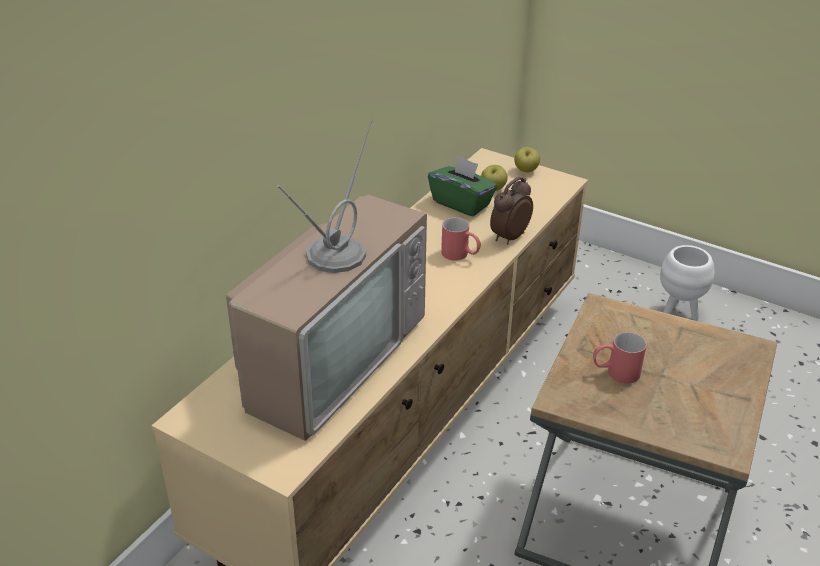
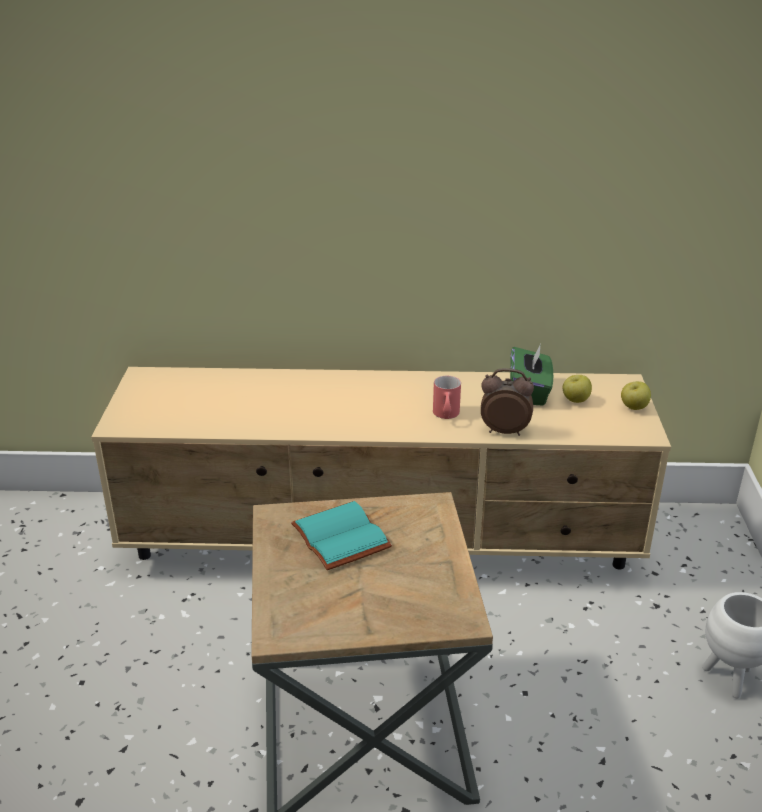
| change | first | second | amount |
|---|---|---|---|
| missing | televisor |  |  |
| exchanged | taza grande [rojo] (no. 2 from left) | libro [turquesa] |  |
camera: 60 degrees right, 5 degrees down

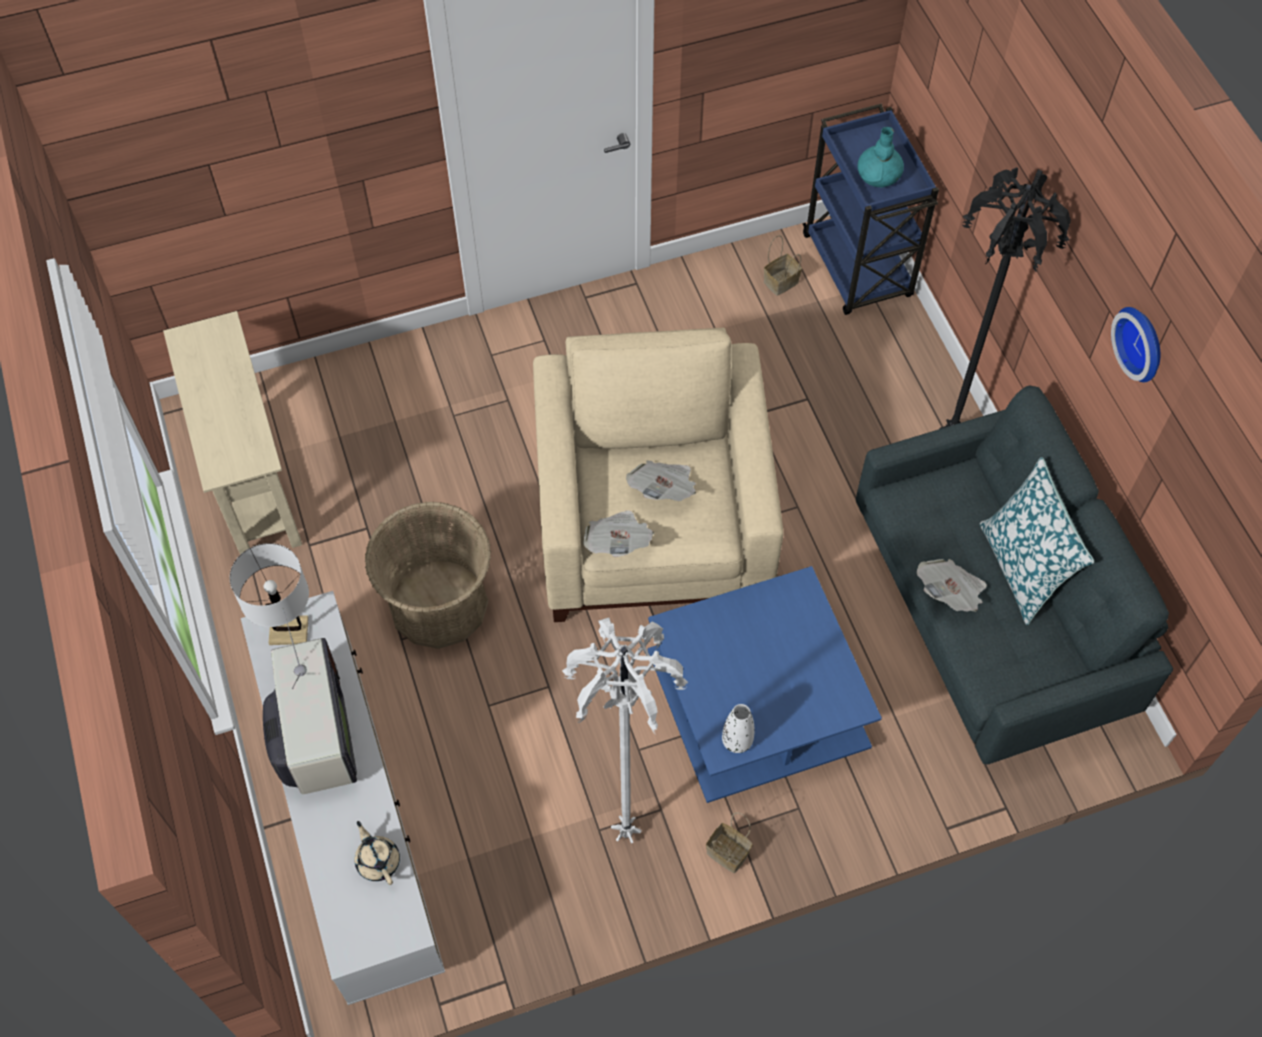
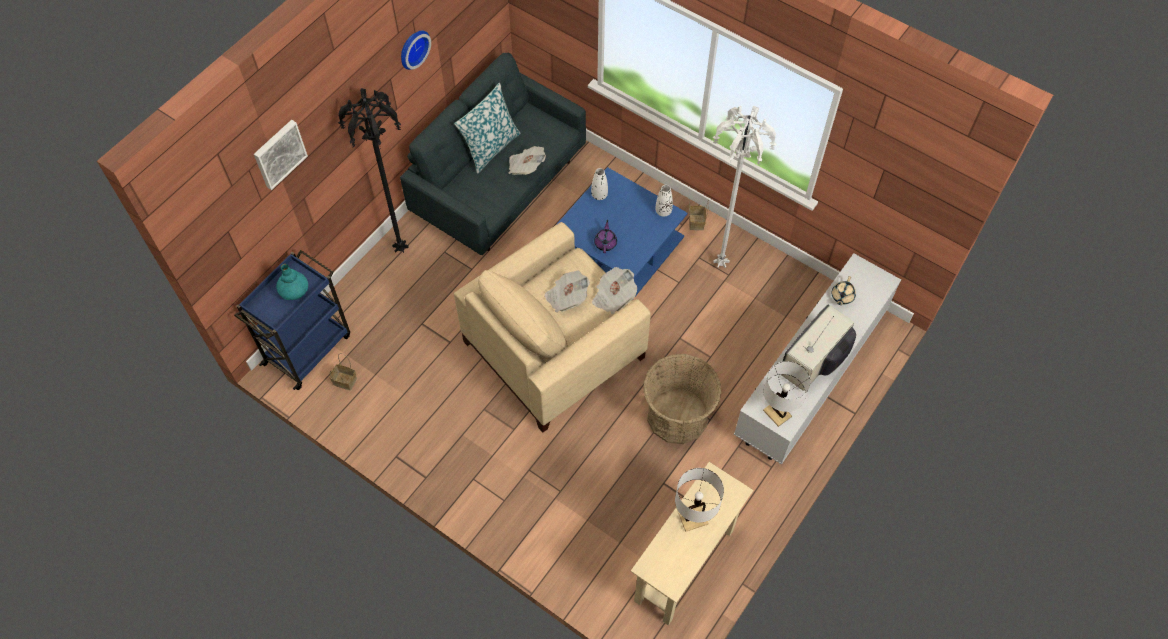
| change | first | second | amount |
|---|---|---|---|
| appeared |  | cuadro |  |
| appeared |  | florero [blanco] (no. 1 from left) |  |
| appeared |  | tetera [morado] |  |
| appeared |  | lámpara de mesa [blanco] (no. 1 from left) |  |
camera: 125 degrees left, 0 degrees up

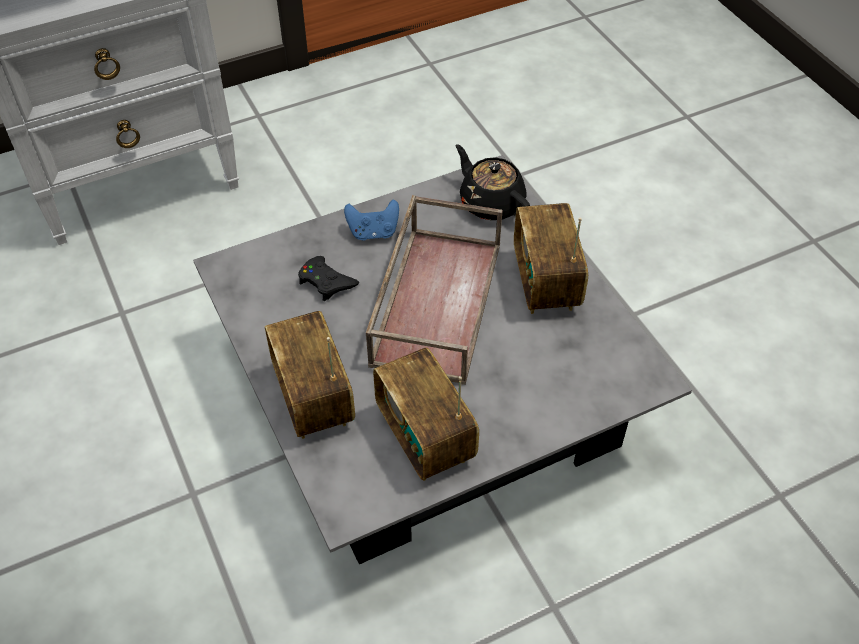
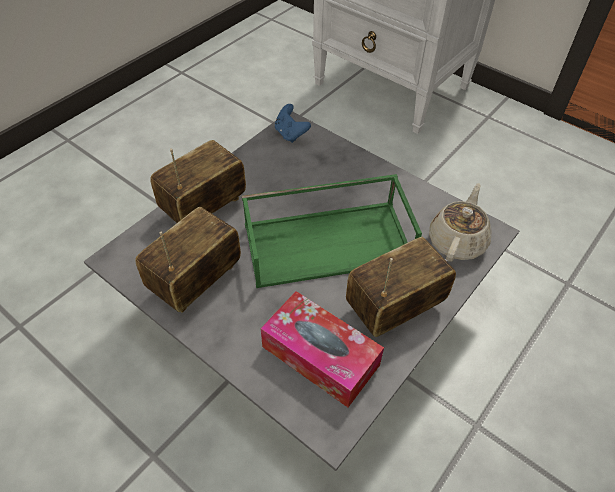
| change | first | second | amount |
|---|---|---|---|
| colour | tetera [negro] | tetera [beis] |  |
| colour | bandeja [marrón] | bandeja [verde] |  |
| relocated | mando de consola [azul] |  |  |
| missing | mando de consola [negro] |  |  |
| appeared |  | caja de pañuelos |  |
camera: 65 degrees right, 0 degrees up

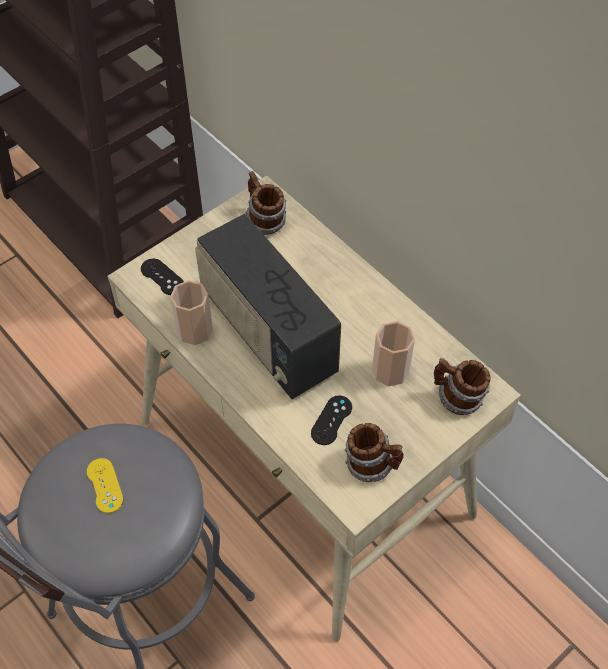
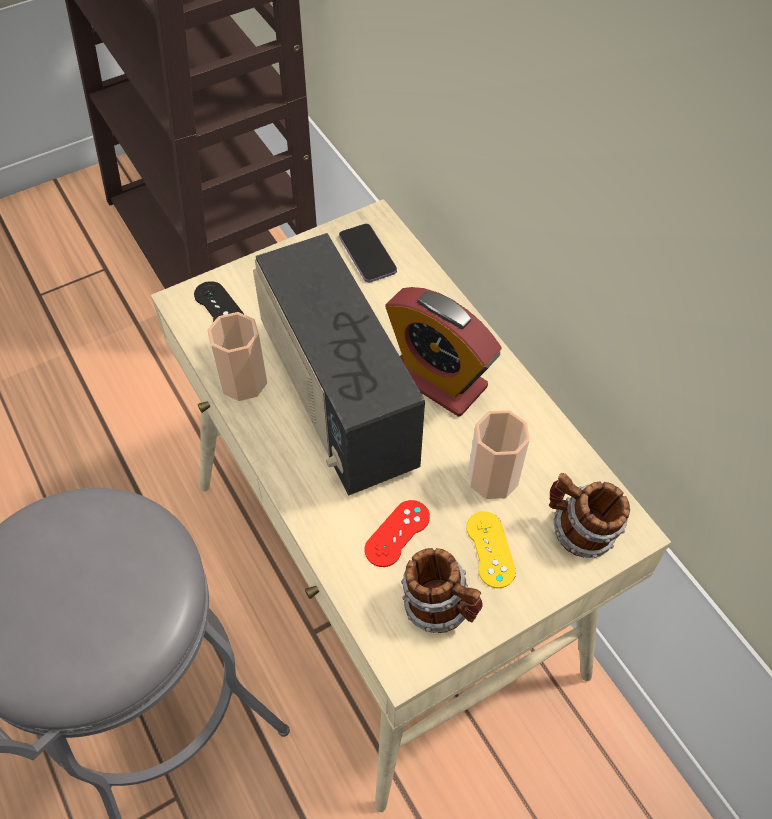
| change | first | second | amount |
|---|---|---|---|
| exchanged | taza grande (no. 1 from left) | móvil |  |
| colour | mando de consola [negro] (no. 2 from left) | mando de consola [rojo] |  |
| relocated | mando de consola [amarillo] |  |  |
| appeared |  | despertador |  |
camera: 10 degrees right, 0 degrees up

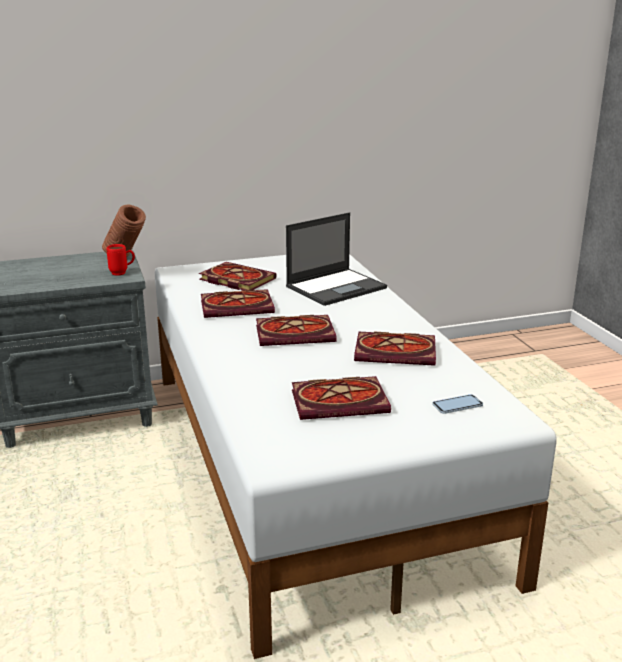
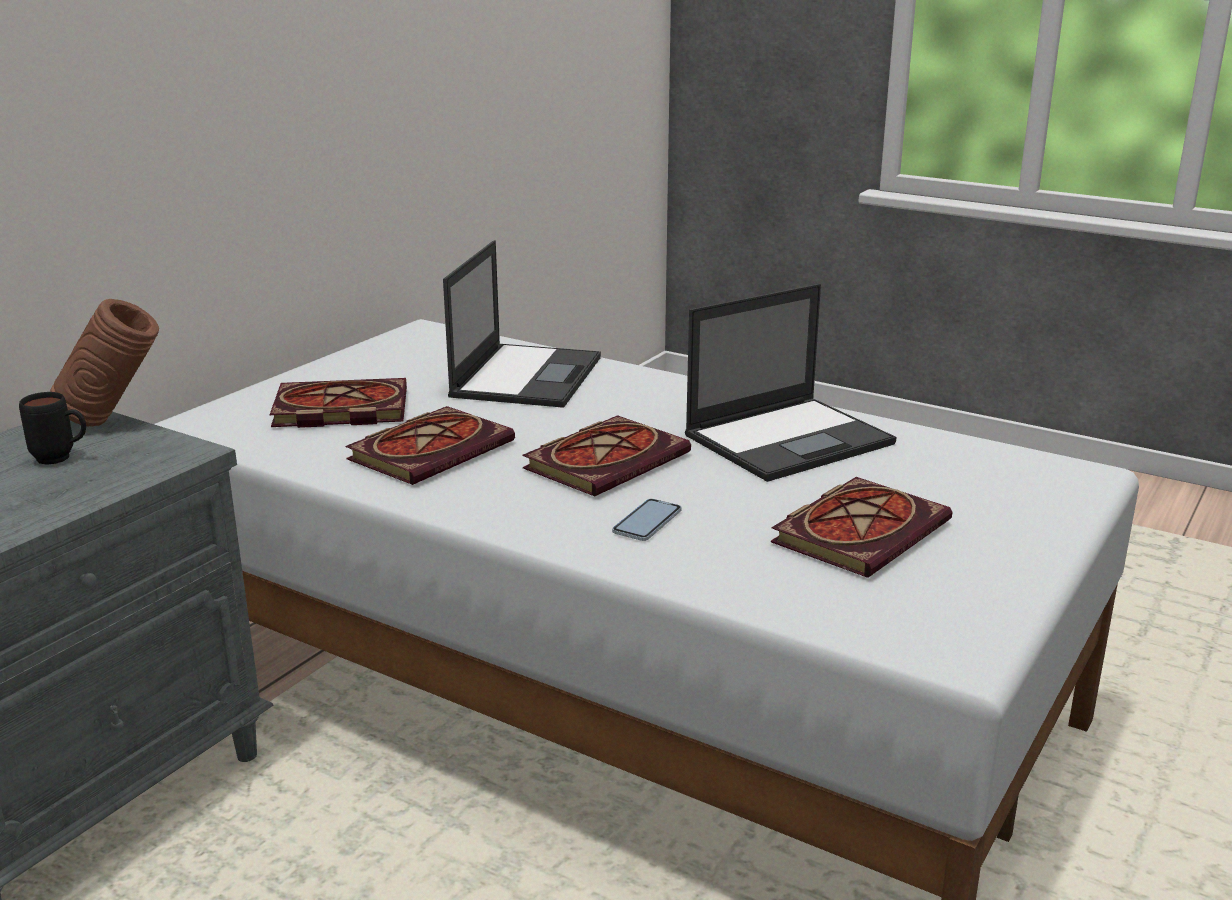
| change | first | second | amount |
|---|---|---|---|
| missing | taza grande [rojo] |  |  |
| exchanged | libro (no. 5 from left) | portátil (no. 2 from left) |  |
| relocated | móvil |  |  |
| appeared |  | taza grande [negro] |  |
camera: 40 degrees left, 0 degrees up

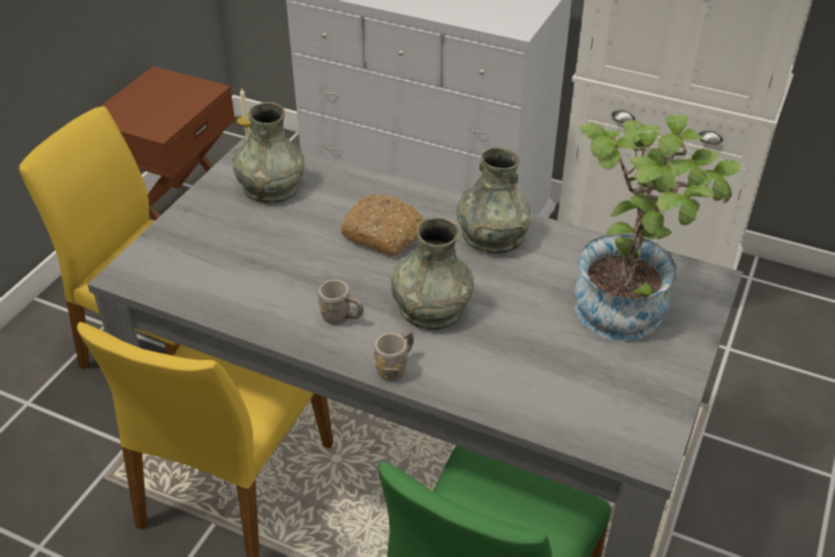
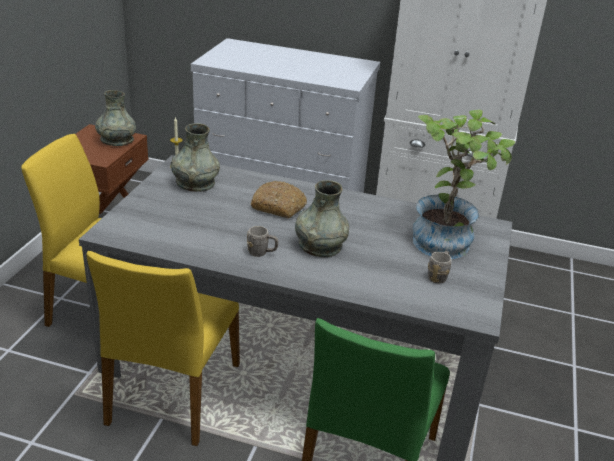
| change | first | second | amount |
|---|---|---|---|
| relocated | florero [gris] (no. 3 from left in the first image) | florero [gris] (no. 1 from left) |  |
| relocated | taza grande [gris] (no. 2 from left) |  |  |
camera: 10 degrees left, 10 degrees down

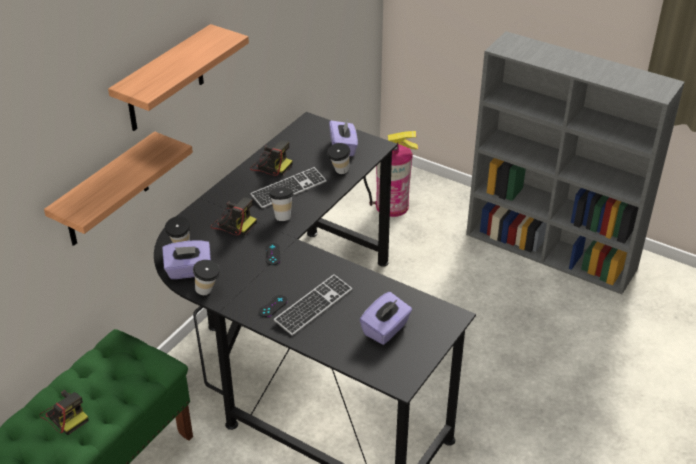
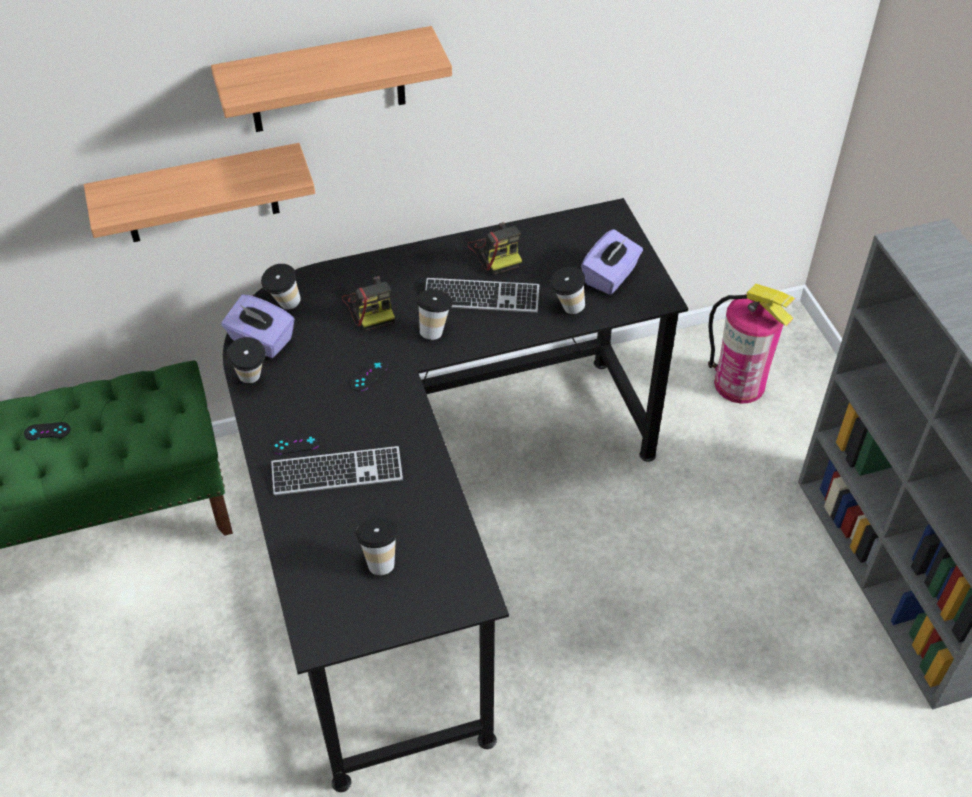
| change | first | second | amount |
|---|---|---|---|
| exchanged | caja de pañuelos [morado] (no. 3 from left) | taza (no. 3 from left) |  |
| exchanged | cámara (no. 1 from left) | mando de consola [negro] (no. 1 from left) |  |
camera: 40 degrees right, 10 degrees up

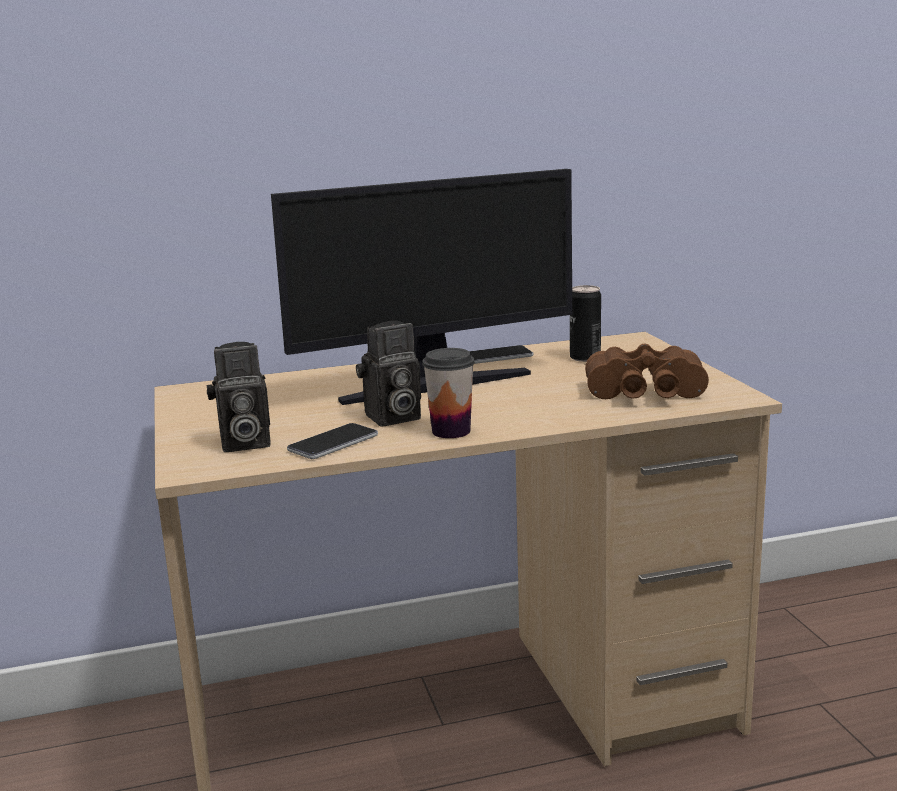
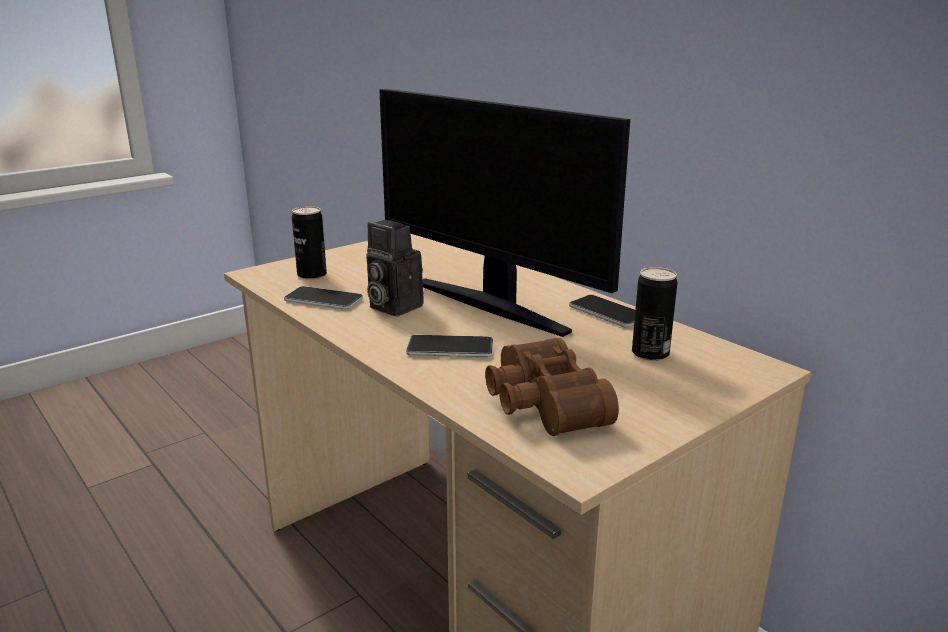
| change | first | second | amount |
|---|---|---|---|
| exchanged | cámara (no. 1 from left) | lata (no. 1 from left) |  |
| missing | taza |  |  |
| appeared |  | móvil (no. 2 from left) |  |
camera: 65 degrees right, 5 degrees up

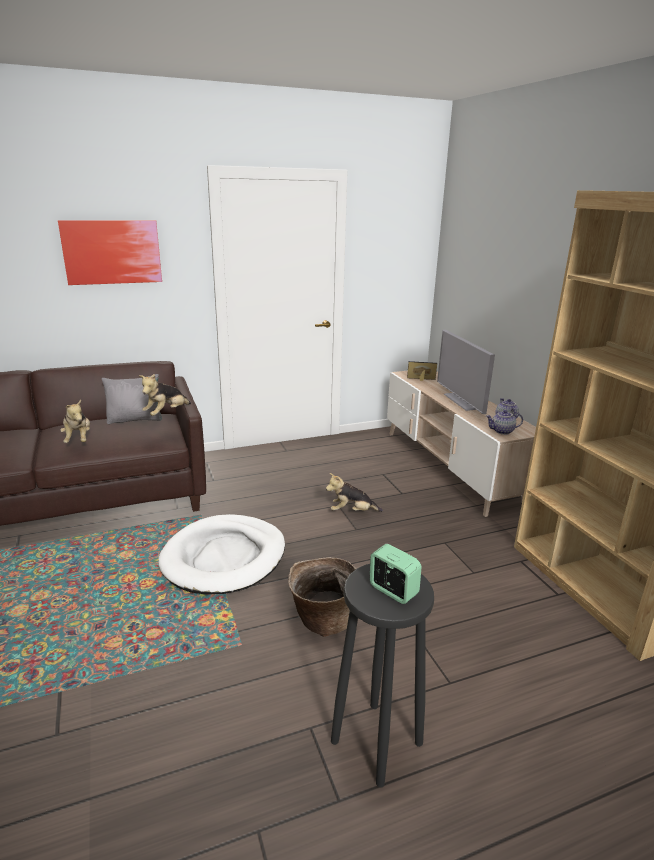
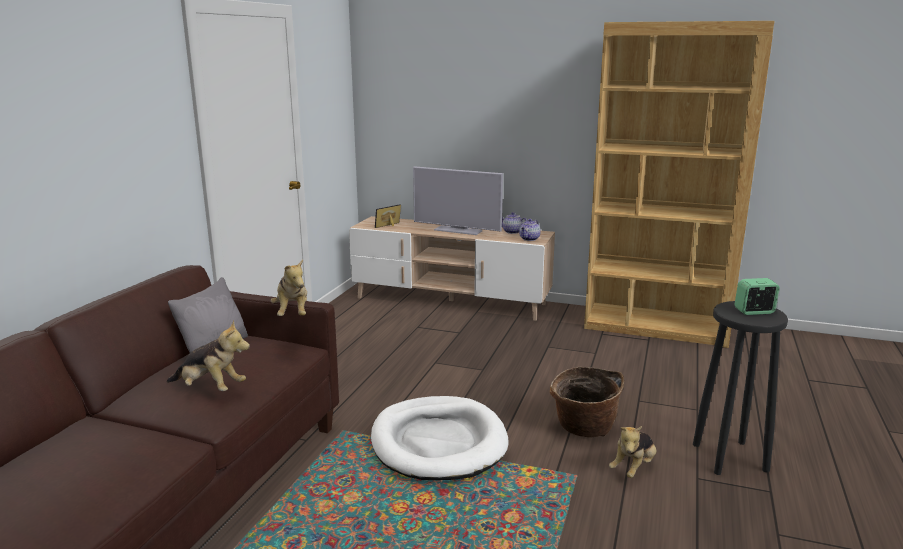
| change | first | second | amount |
|---|---|---|---|
| missing | cuadro |  |  |
| relocated | peluche (no. 3 from left) |  |  |
camera: 50 degrees left, 5 degrees down

